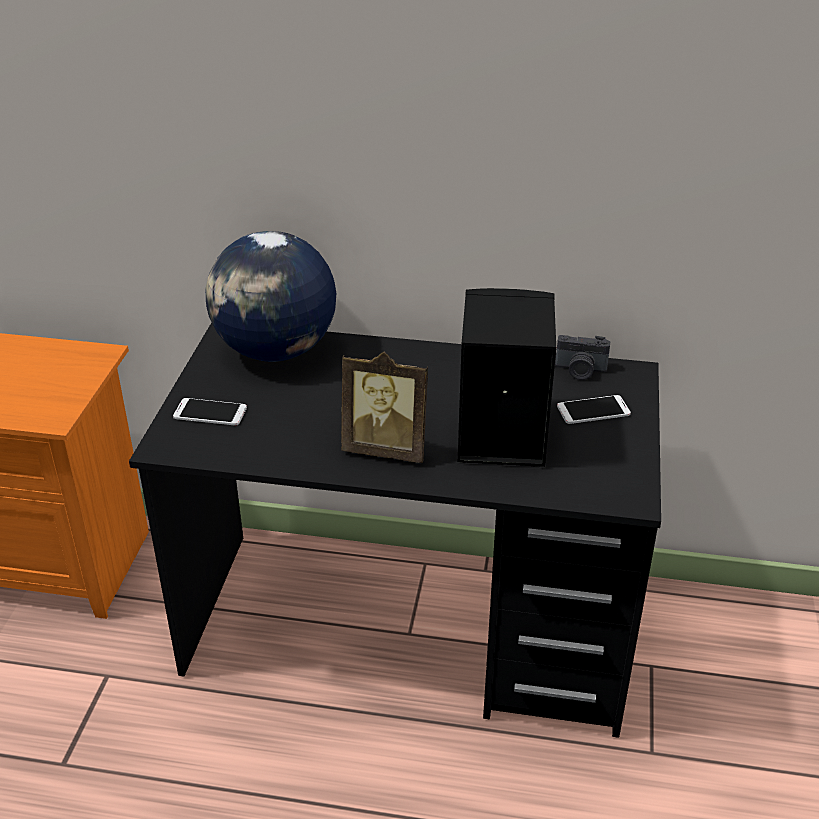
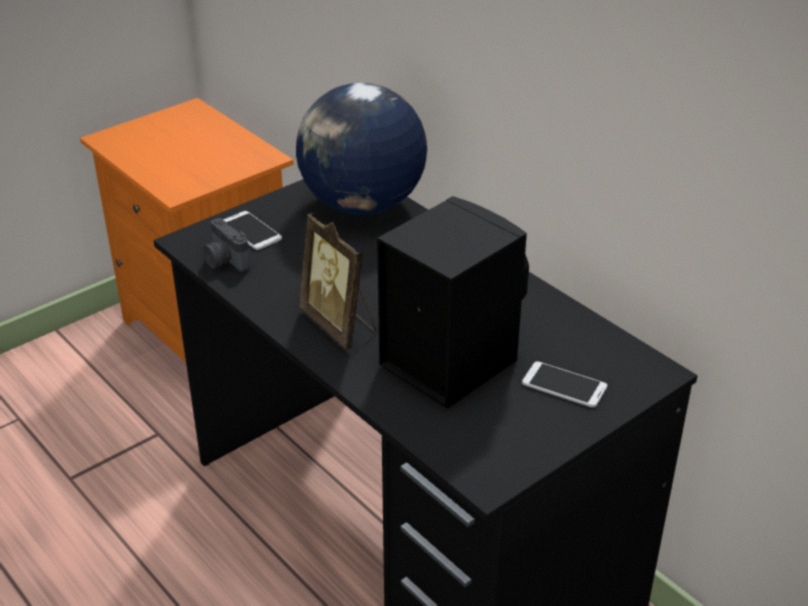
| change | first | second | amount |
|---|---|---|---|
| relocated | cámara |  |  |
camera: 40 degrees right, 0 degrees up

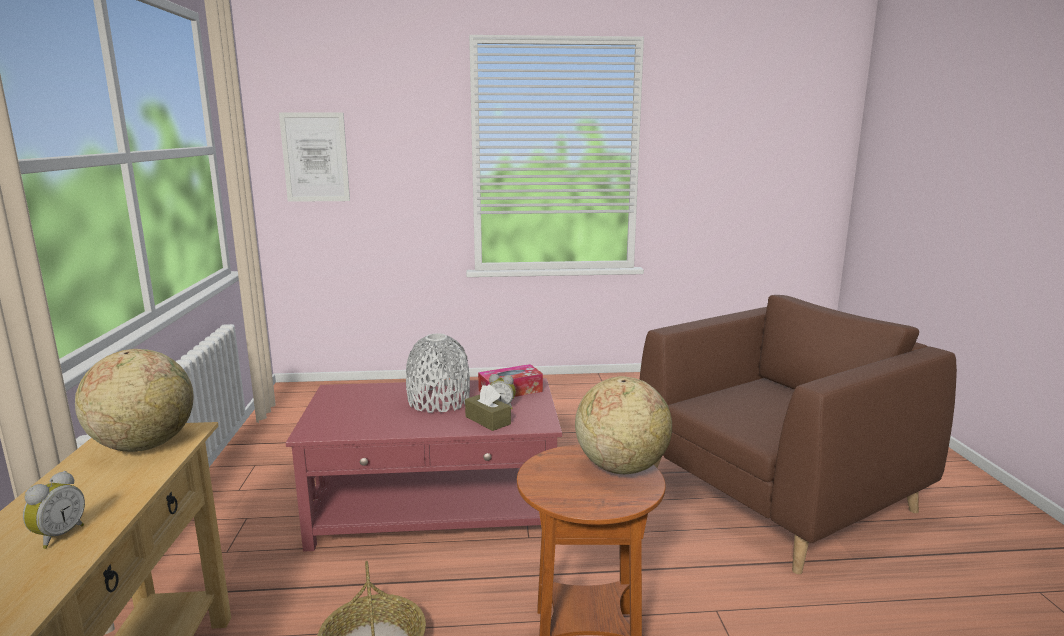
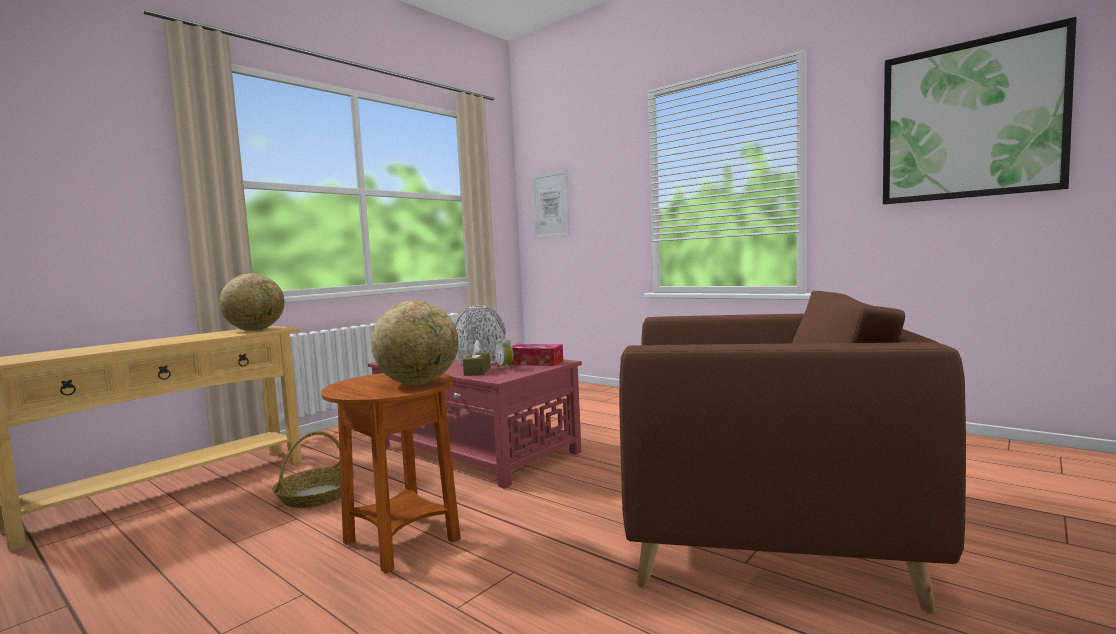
| change | first | second | amount |
|---|---|---|---|
| missing | despertador (no. 1 from left) |  |  |
| appeared |  | cuadro (no. 2 from left) |  |
camera: 45 degrees right, 10 degrees down

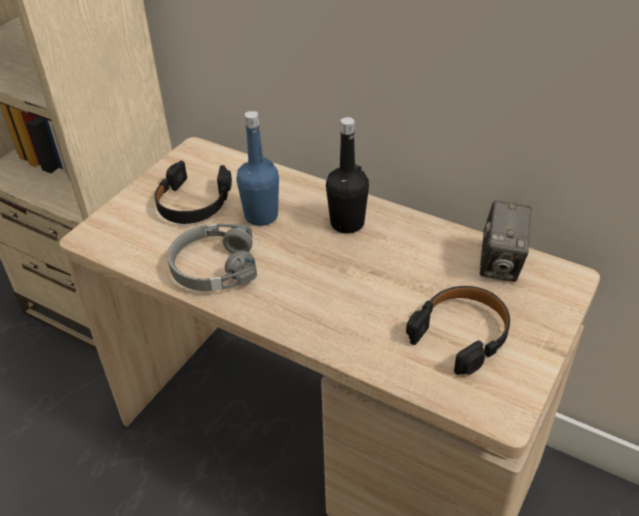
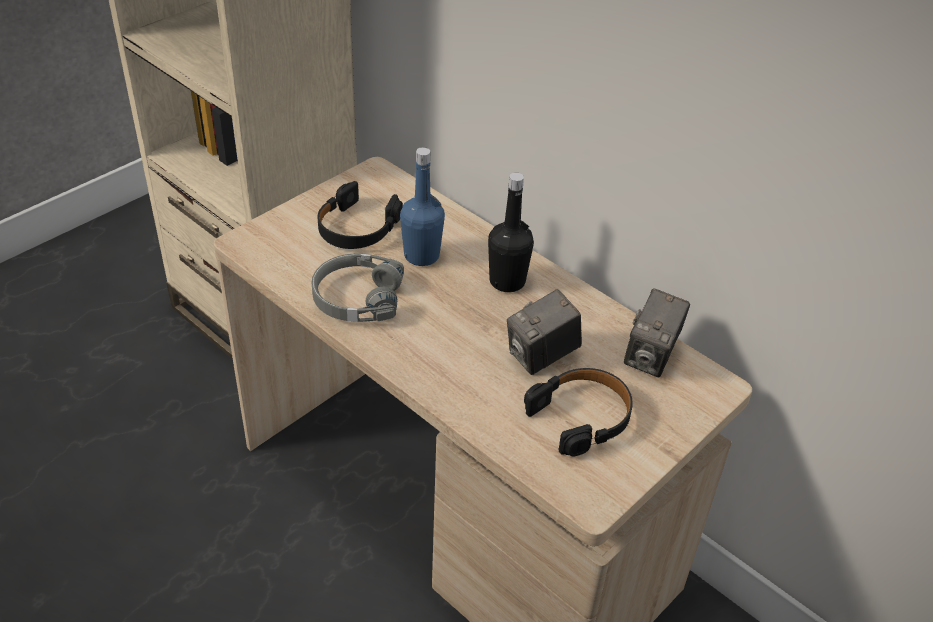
| change | first | second | amount |
|---|---|---|---|
| appeared |  | cámara (no. 1 from left) |  |
camera: 10 degrees right, 0 degrees up

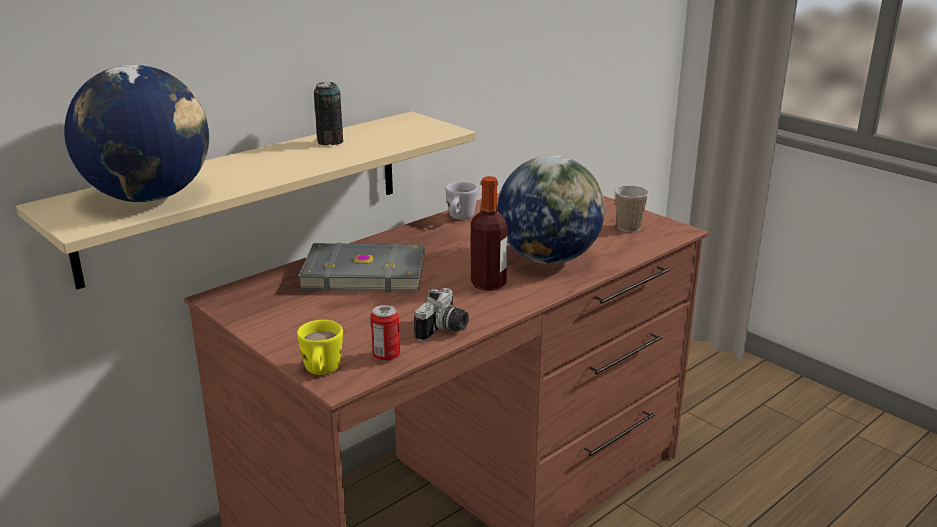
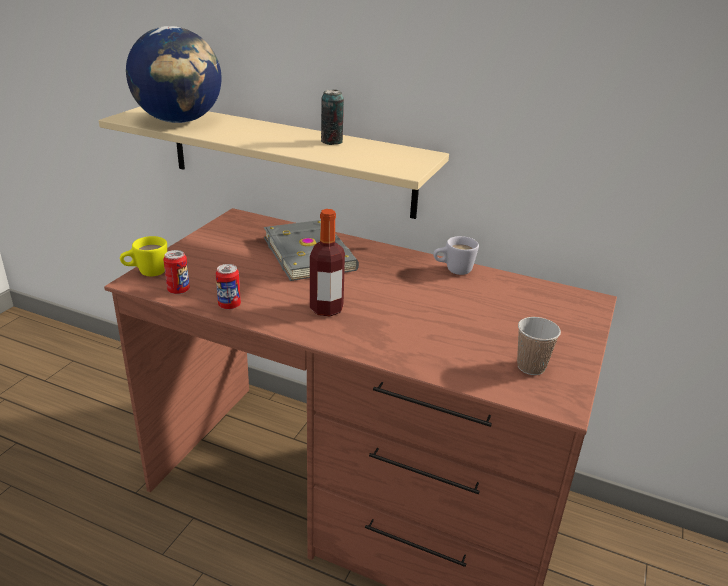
| change | first | second | amount |
|---|---|---|---|
| missing | globo terráqueo (no. 2 from left) |  |  |
| exchanged | cámara | lata (no. 2 from left) |  |
camera: 65 degrees right, 5 degrees up

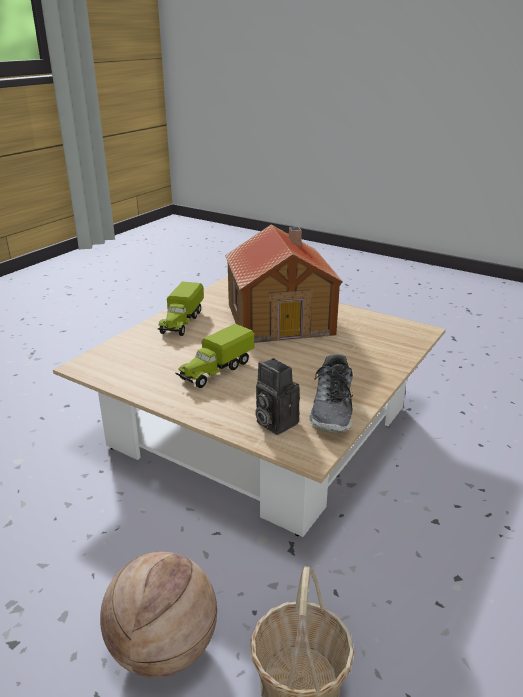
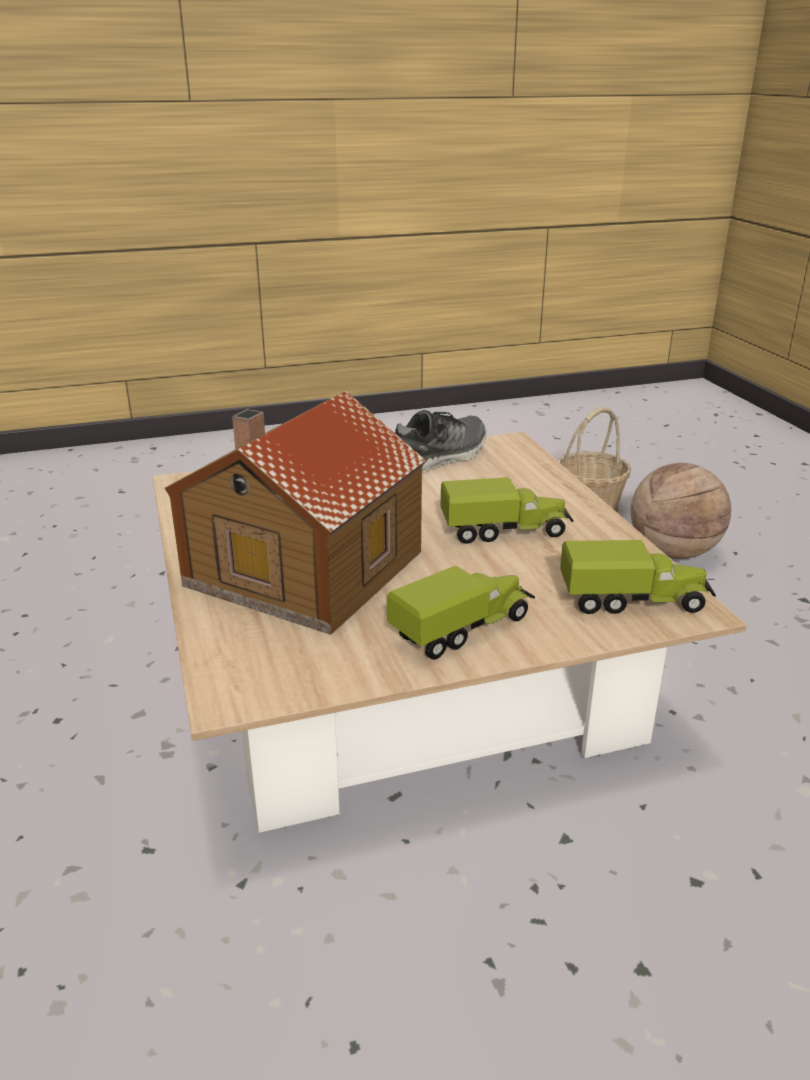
| change | first | second | amount |
|---|---|---|---|
| missing | cámara |  |  |
| appeared |  | camión de juguete (no. 3 from left) |  |
camera: 140 degrees left, 0 degrees up

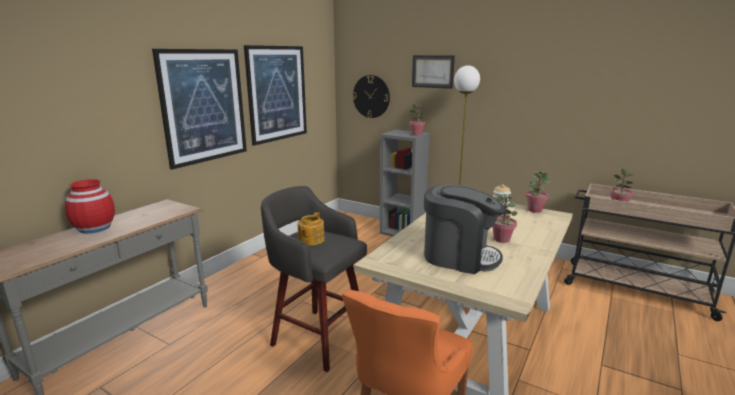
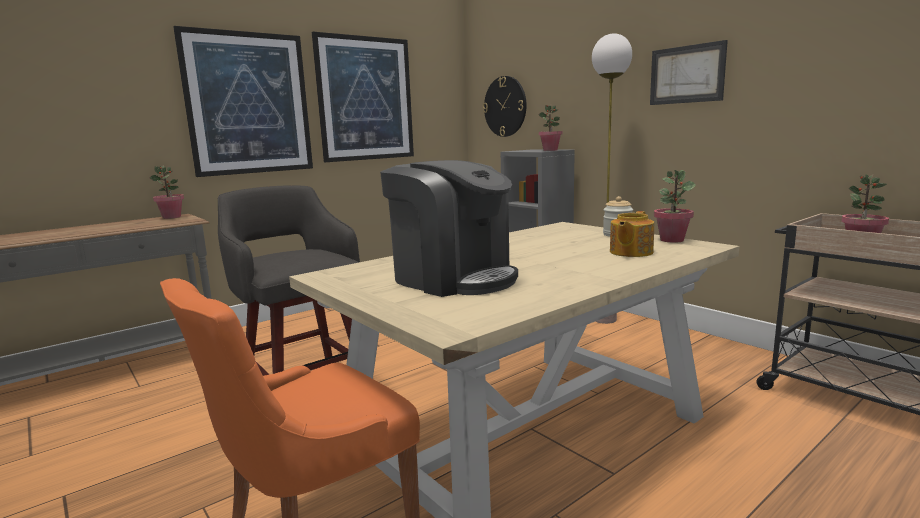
| change | first | second | amount |
|---|---|---|---|
| relocated | cuadro (no. 3 from left) |  |  |
| missing | florero [rojo] |  |  |
| relocated | planta en maceta (no. 2 from left in the first image) | planta en maceta (no. 1 from left) |  |
| relocated | tetera |  |  |
camera: 20 degrees right, 5 degrees down

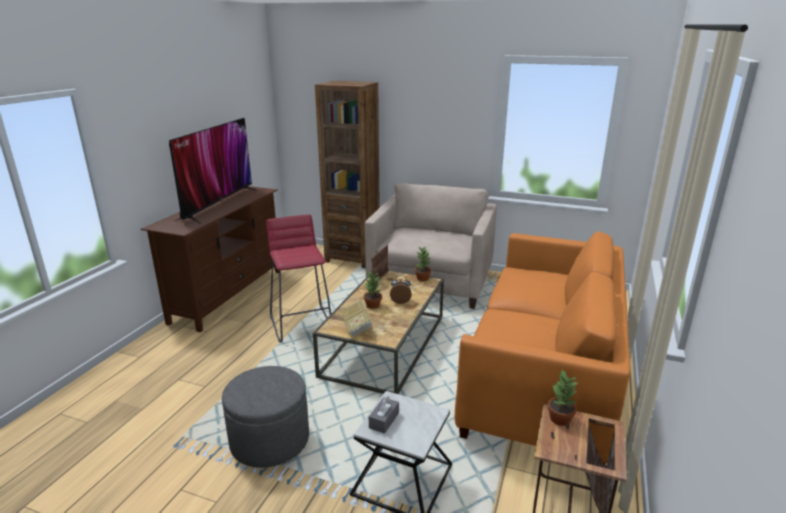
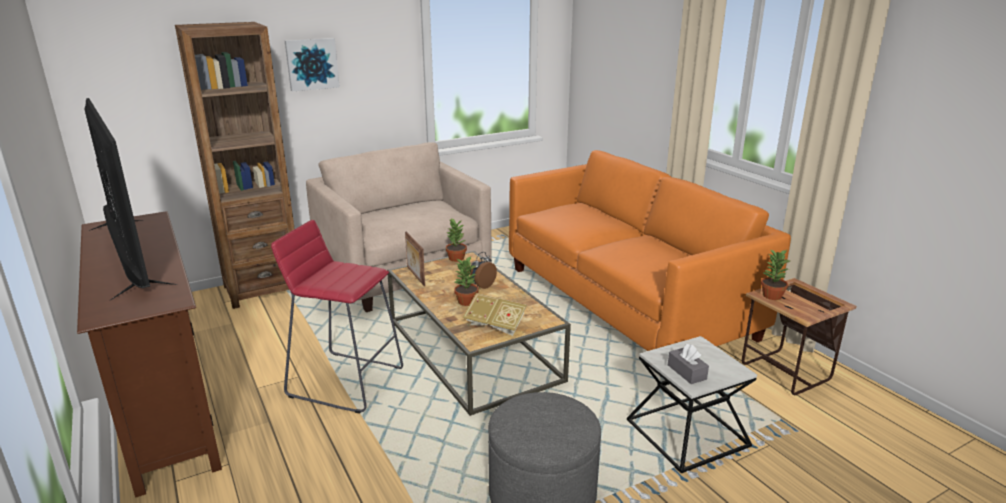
| change | first | second | amount |
|---|---|---|---|
| appeared |  | cuadro |  |
camera: 50 degrees left, 0 degrees up

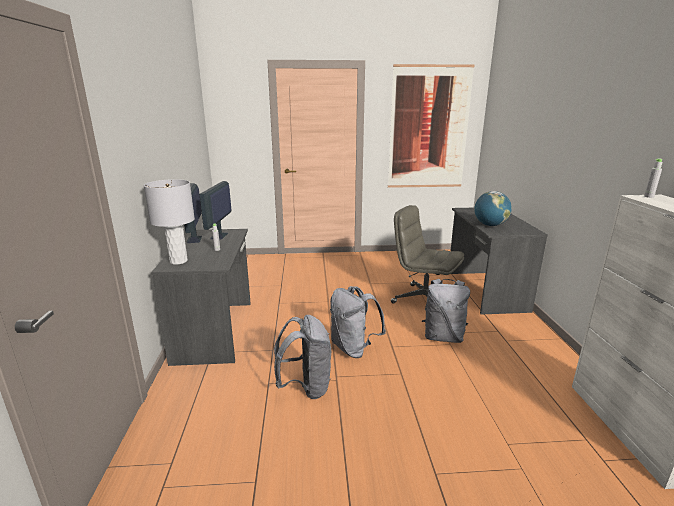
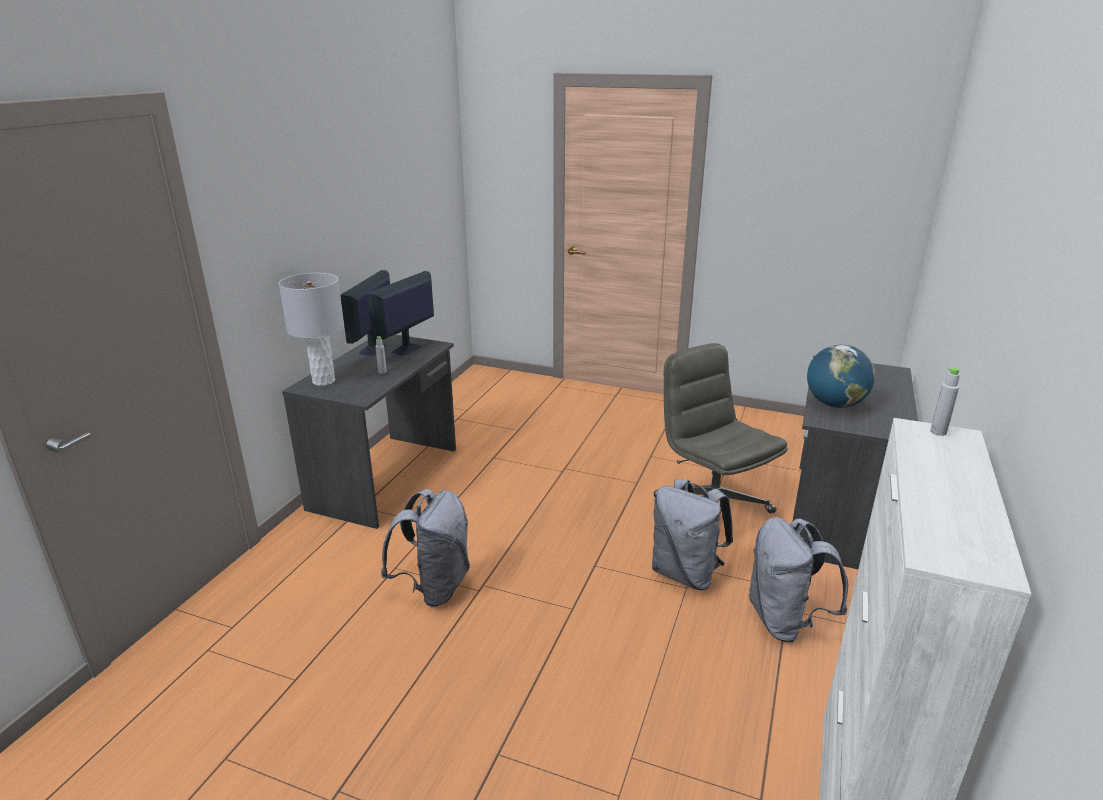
| change | first | second | amount |
|---|---|---|---|
| missing | cuadro |  |  |
| relocated | mochila [gris] (no. 2 from left in the first image) | mochila [gris] (no. 3 from left) |  |
camera: 25 degrees right, 5 degrees up

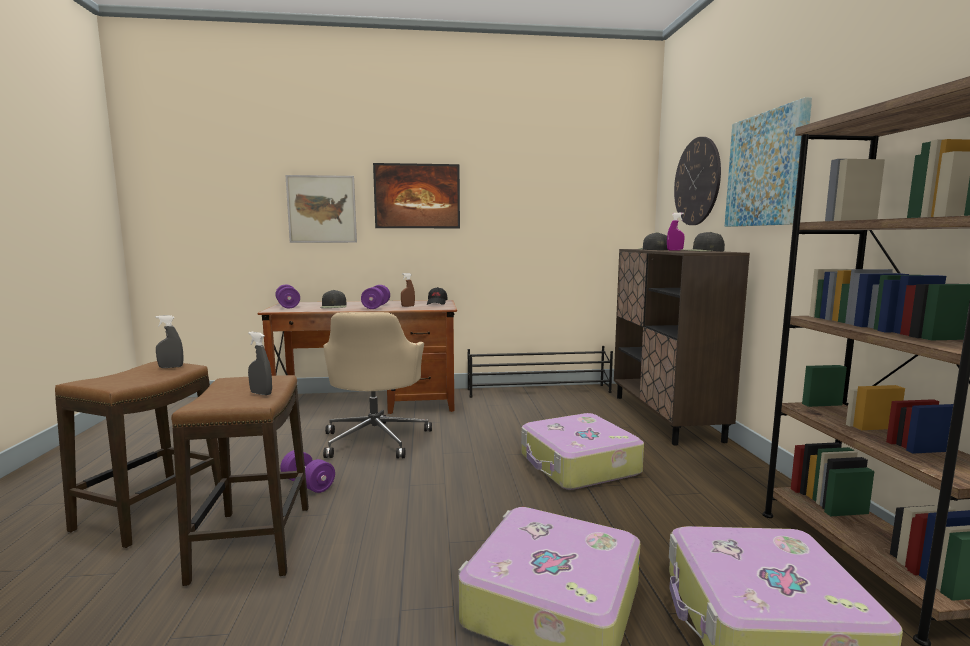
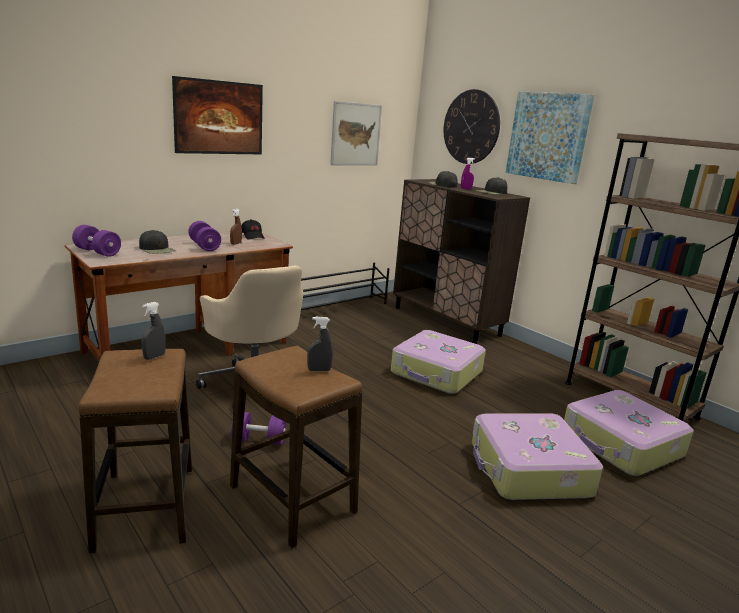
| change | first | second | amount |
|---|---|---|---|
| relocated | cuadro (no. 1 from left in the first image) | cuadro (no. 2 from left) |  |
camera: 35 degrees left, 10 degrees up

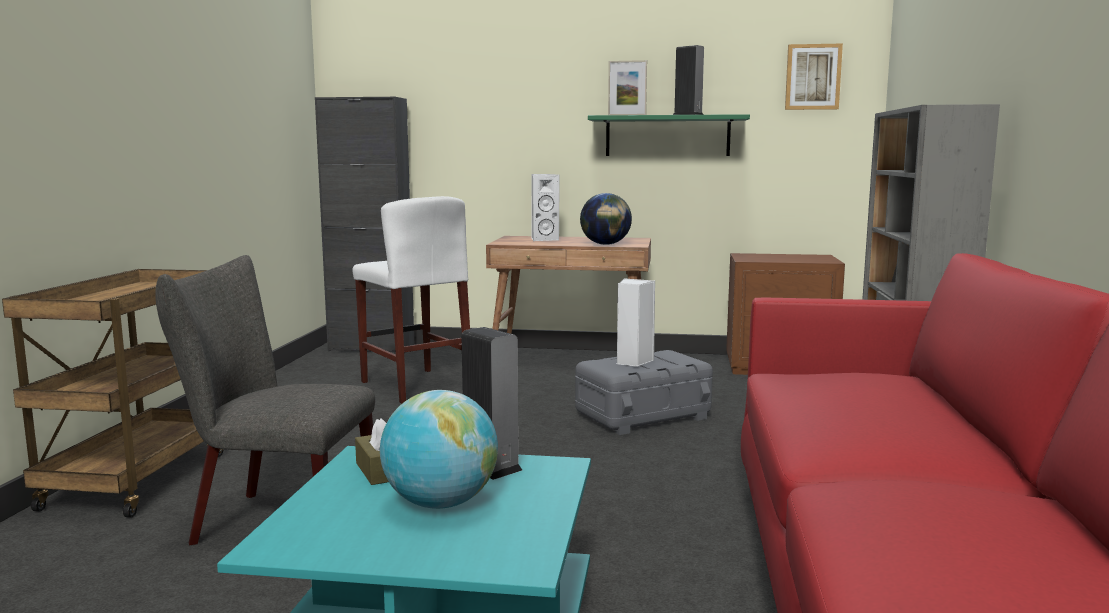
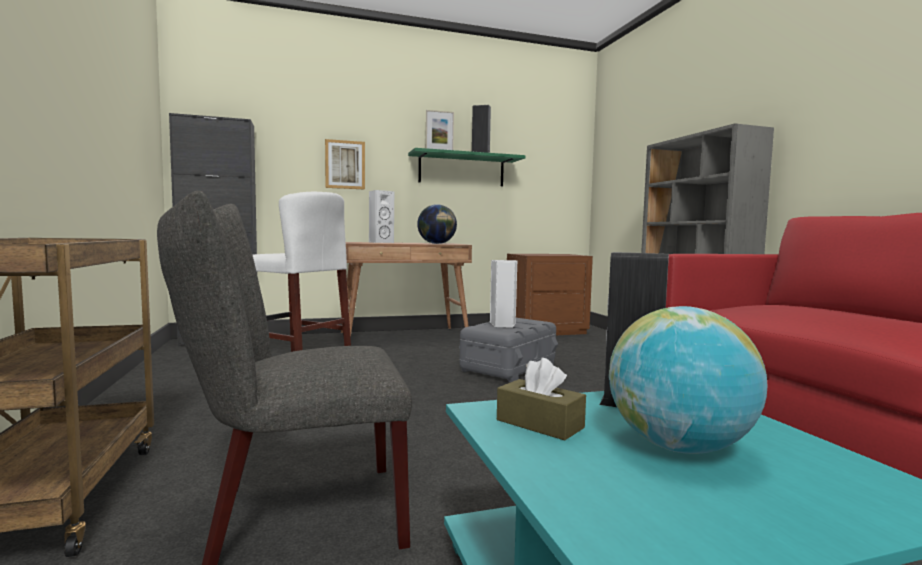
| change | first | second | amount |
|---|---|---|---|
| relocated | cuadro |  |  |
camera: 25 degrees left, 5 degrees down

